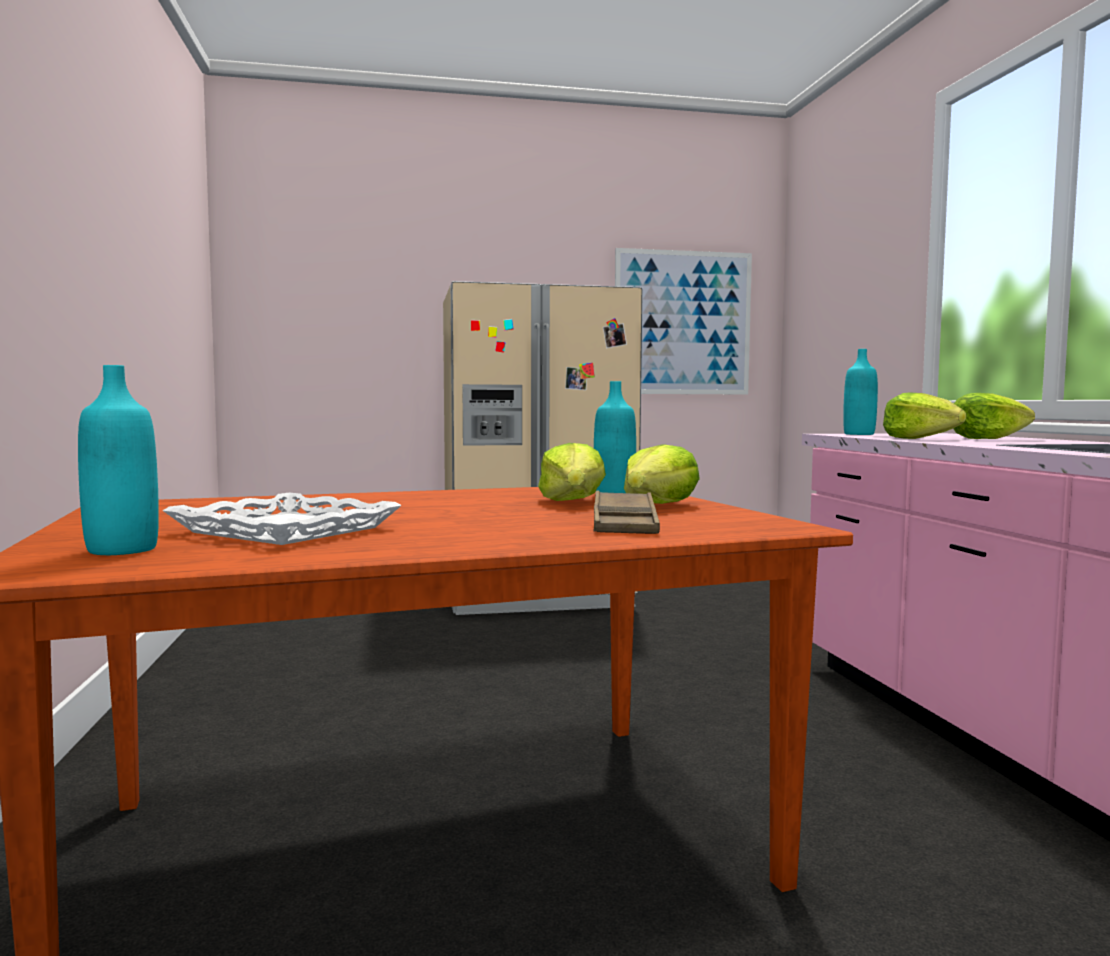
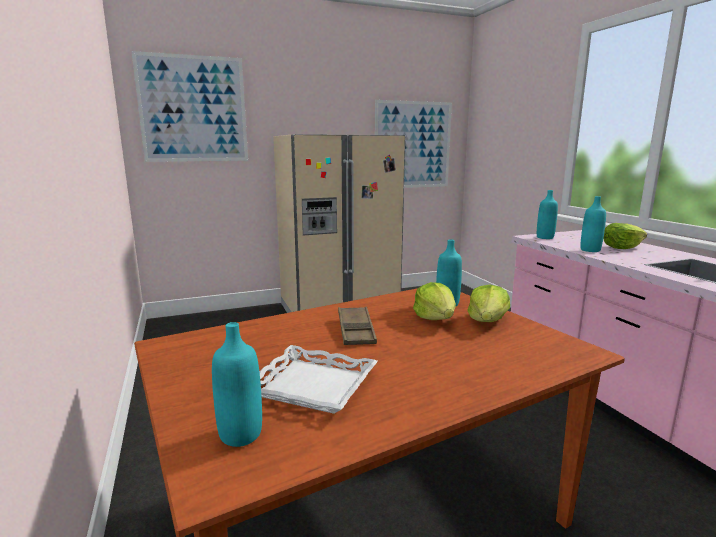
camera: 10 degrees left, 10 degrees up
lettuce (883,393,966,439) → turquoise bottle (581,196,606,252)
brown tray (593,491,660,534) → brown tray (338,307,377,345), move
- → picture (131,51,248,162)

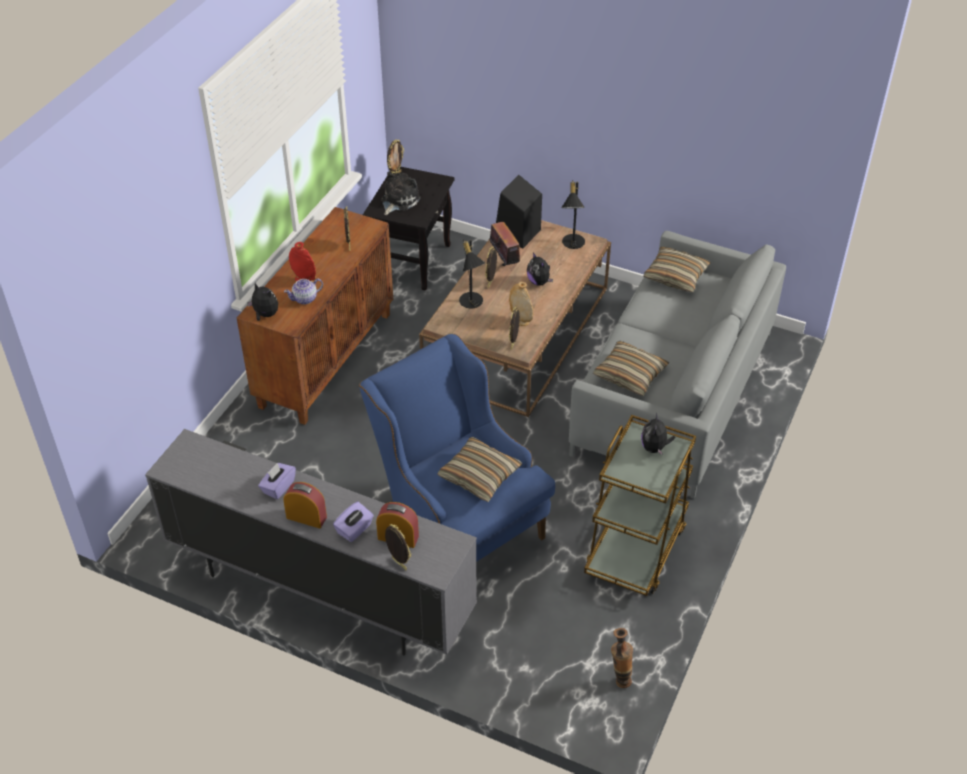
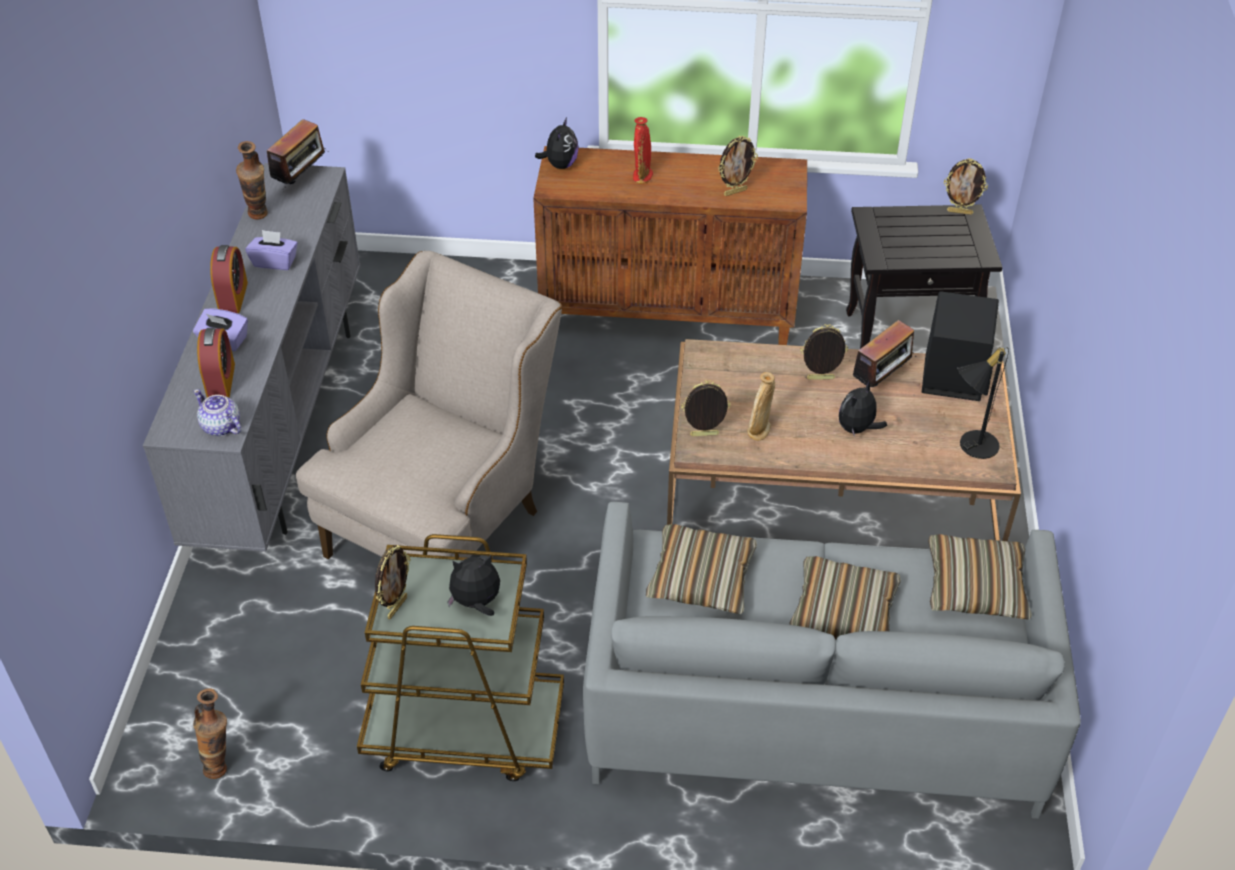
camera: 70 degrees right, 0 degrees up
plush toy (381,172,421,215) → -
black table lamp (459,240,486,309) → -
teapot (284,278,323,304) → teapot (193,389,241,436), move
blue armchair (359,334,555,562) → beige armchair (296,251,562,559)
pillow (437,437,522,502) → pillow (789,556,901,640), move
picture frame (385,524,411,570) → picture frame (375,545,411,619), move
- → radio (260,119,329,188)
- → vase (236,141,268,219)

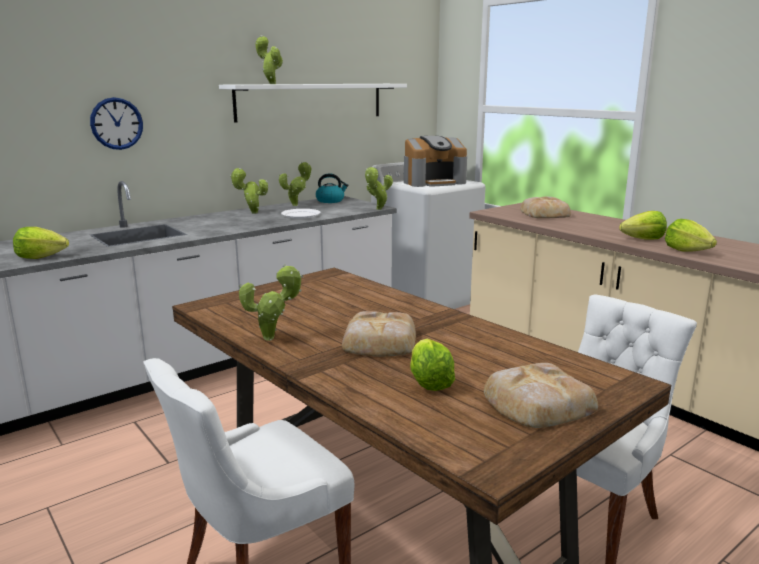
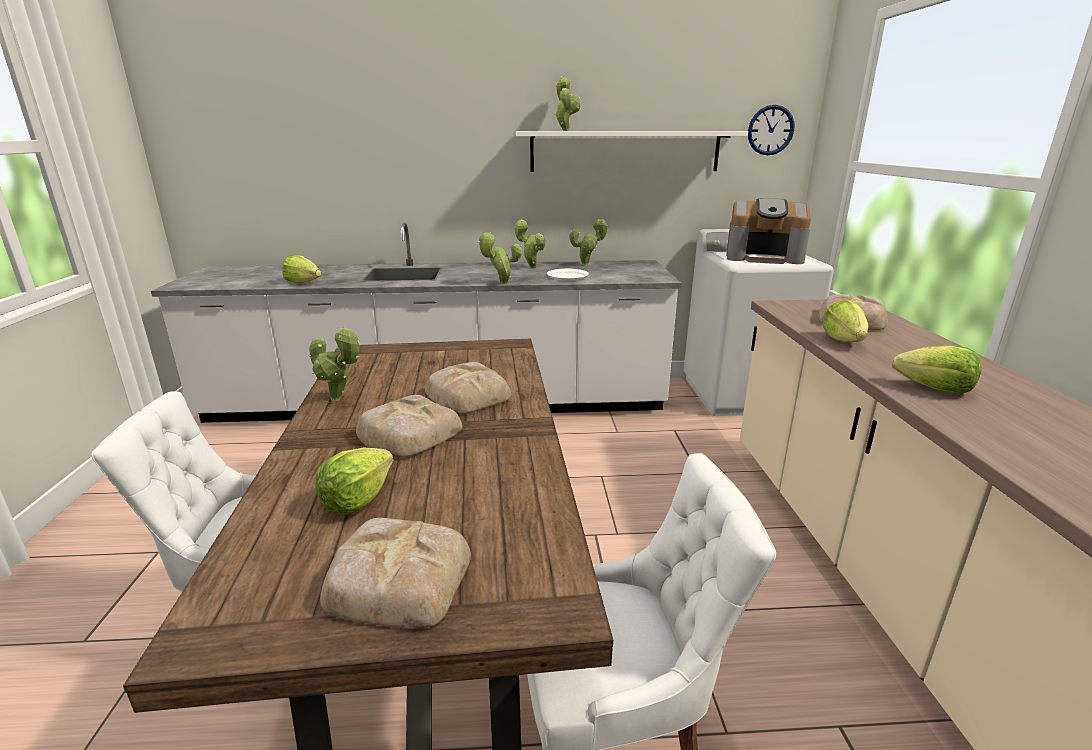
camera: 35 degrees right, 5 degrees up
wall clock (90,97,143,150) → wall clock (748,105,794,155), move
potted plant (365,167,393,210) → potted plant (478,232,522,284), move
kettle (316,173,348,203) → -
lettuce (665,219,717,252) → lettuce (822,300,869,342), move
- → bread (425,362,511,414)

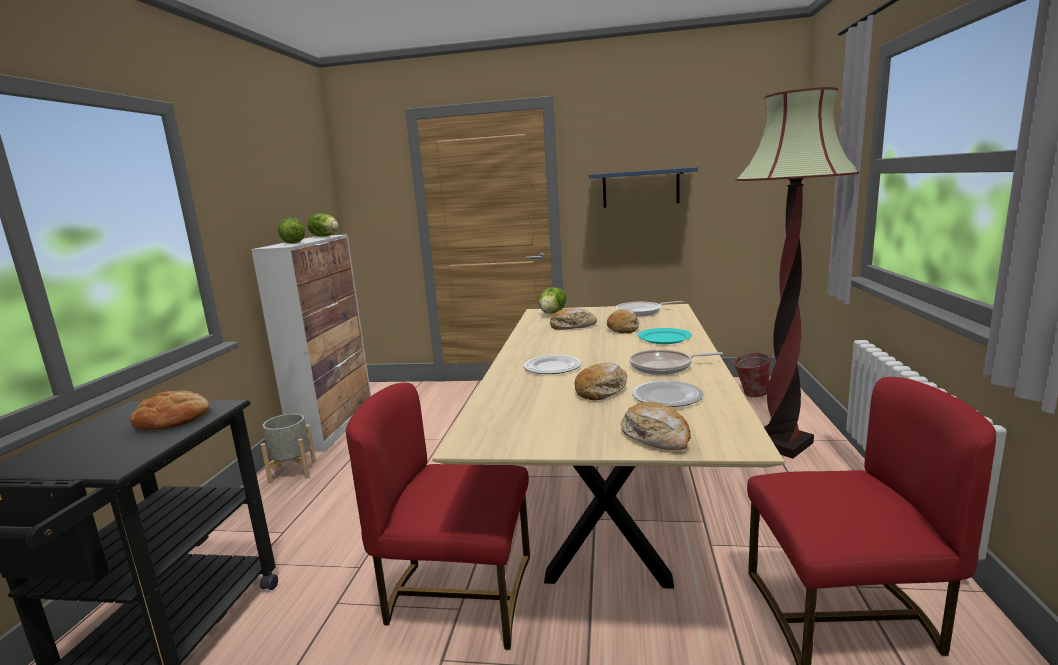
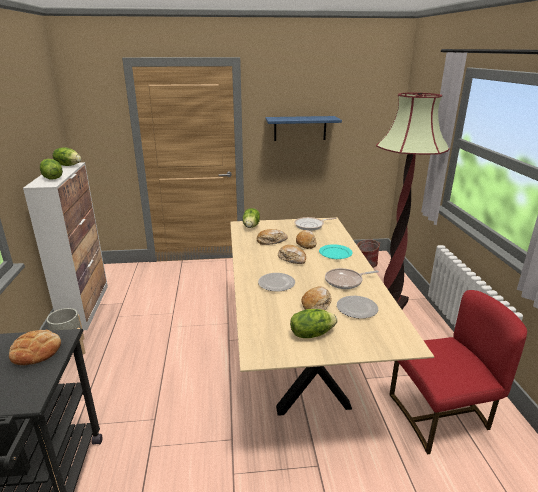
camera: 15 degrees left, 10 degrees up
red chair (346,383,530,650) → -
bread (621,402,691,450) → bread (278,245,306,264), move
- → lettuce (290,309,337,338)

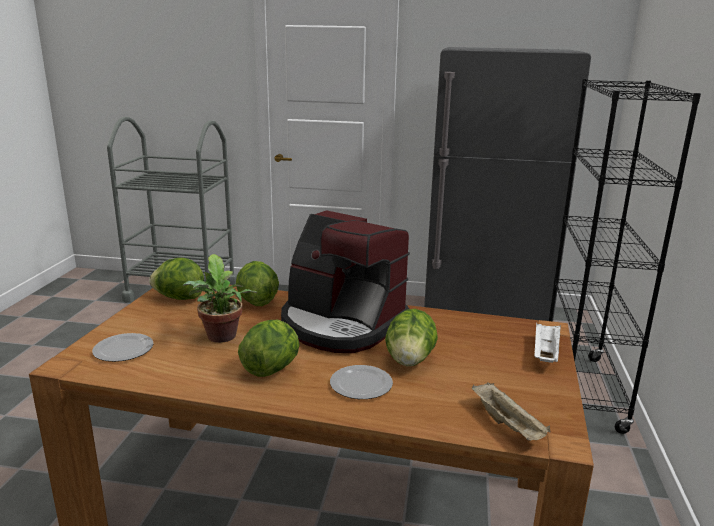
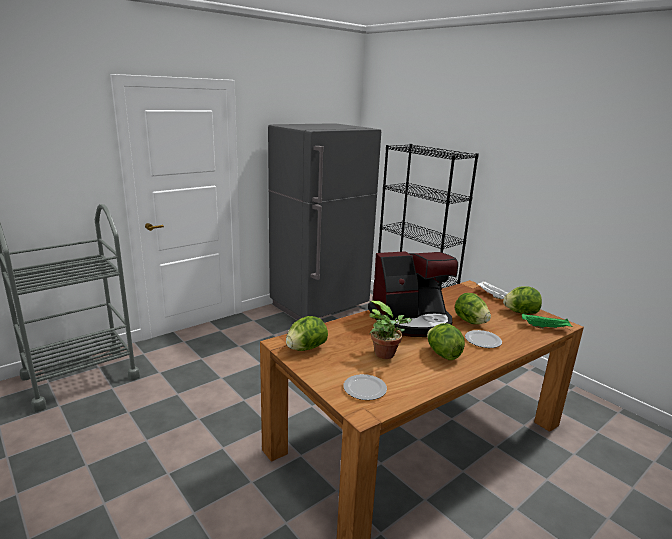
camera: 50 degrees left, 0 degrees up
lettuce (236,261,279,306) → lettuce (503,286,542,314), move
beige tray (471,382,550,441) → green tray (522,313,573,329)

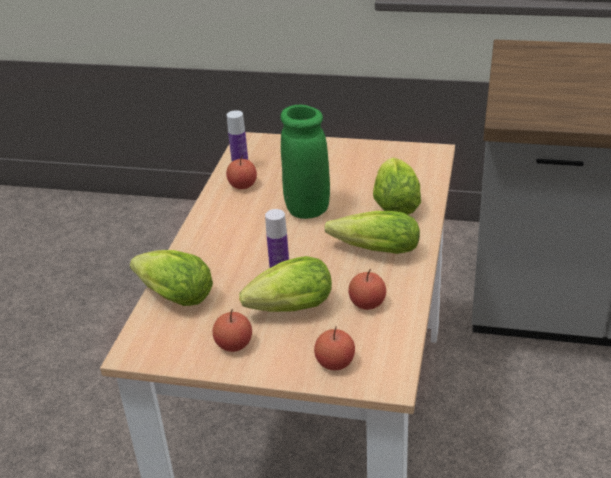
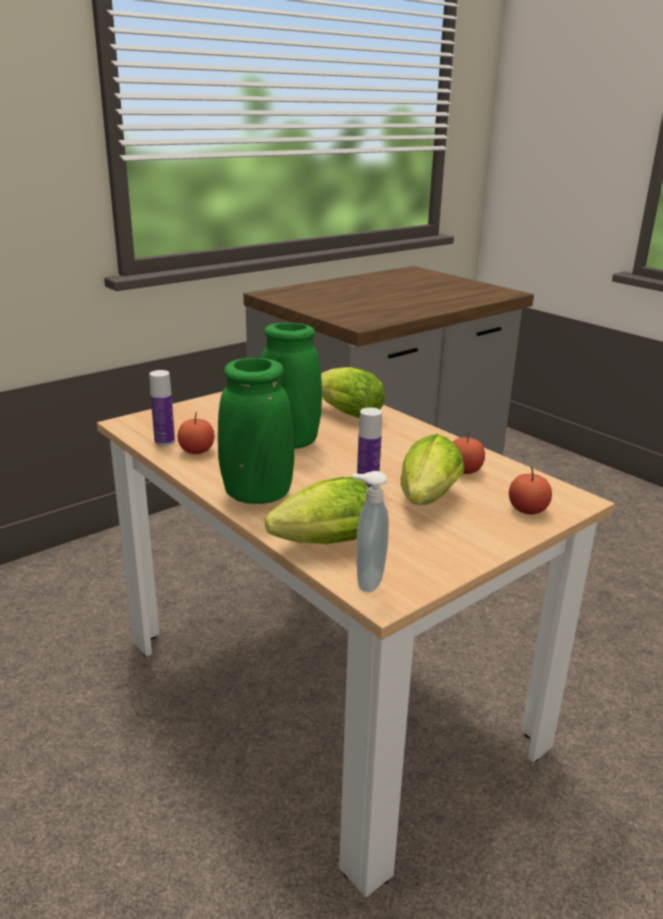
camera: 55 degrees left, 10 degrees down
lettuce (324,211,420,254) → -
apple (213,309,252,352) → -
- → green vase (218,358,294,504)
- → soap dispenser (353,471,389,592)

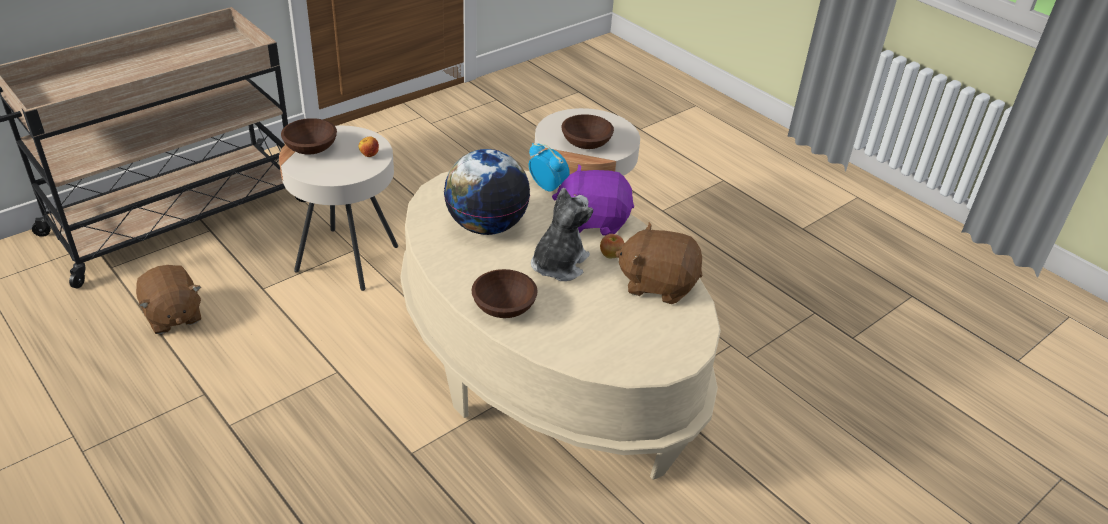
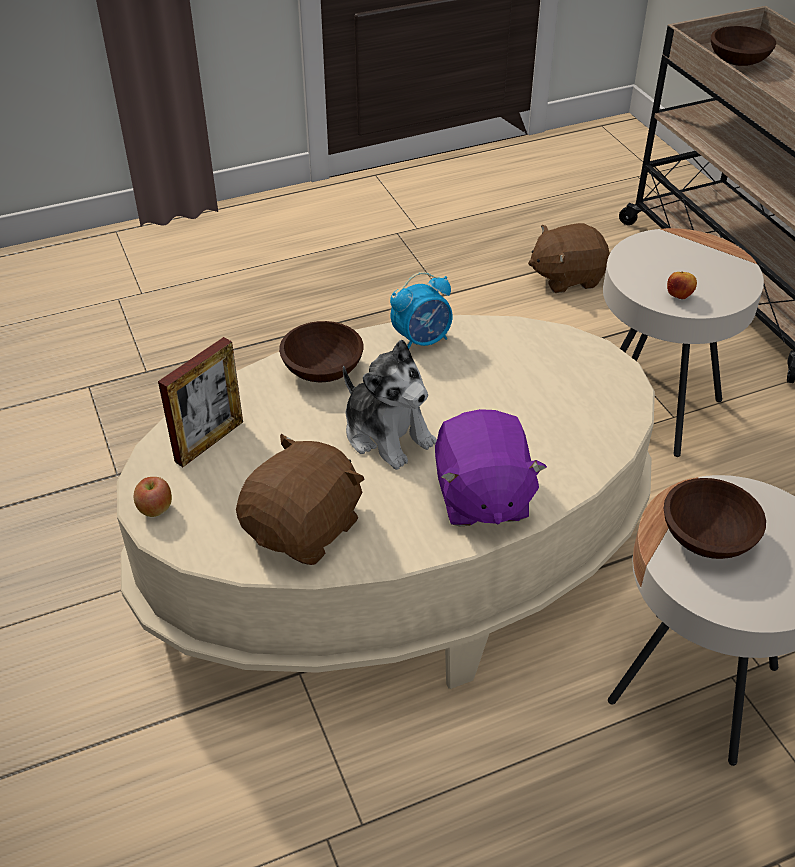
camera: 110 degrees right, 5 degrees up
brown bowl (281,118,337,154) → brown bowl (711,26,776,66), move
alarm clock (529,143,570,191) → alarm clock (390,272,453,348), move
globe (444,149,530,235) → -
purple plush toy (552,164,634,236) → purple plush toy (435,409,547,527), 150 degrees clockwise
apple (600,234,624,259) → apple (134,477,172,517), move
- → picture frame (158,337,243,467)

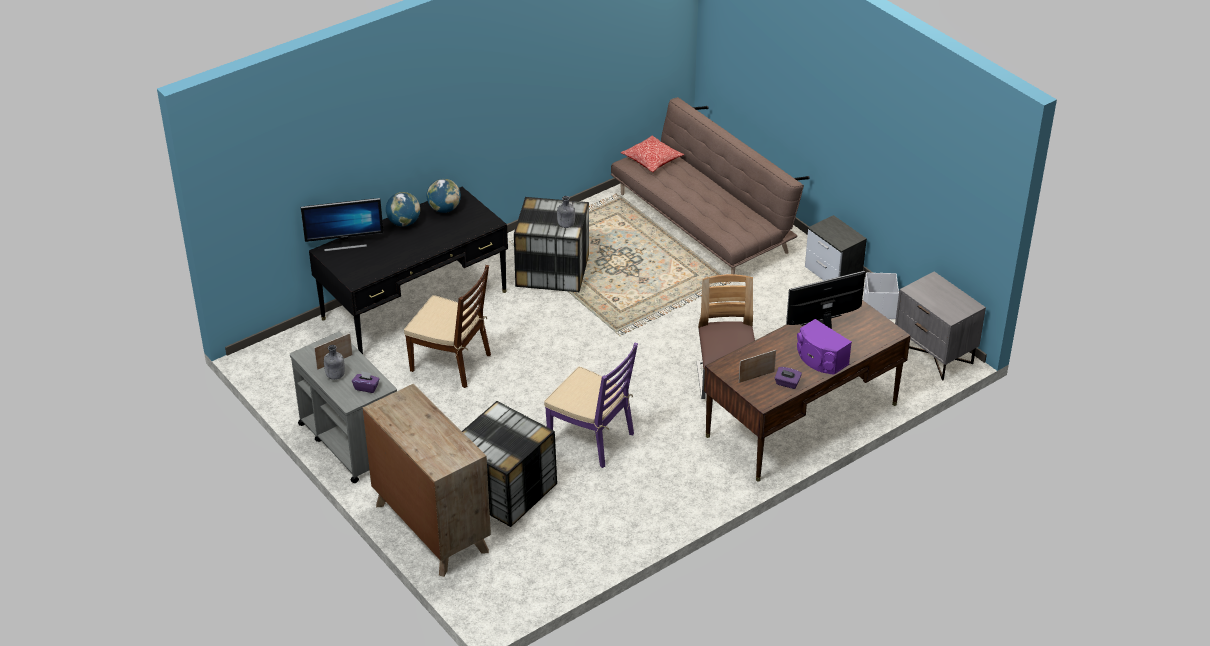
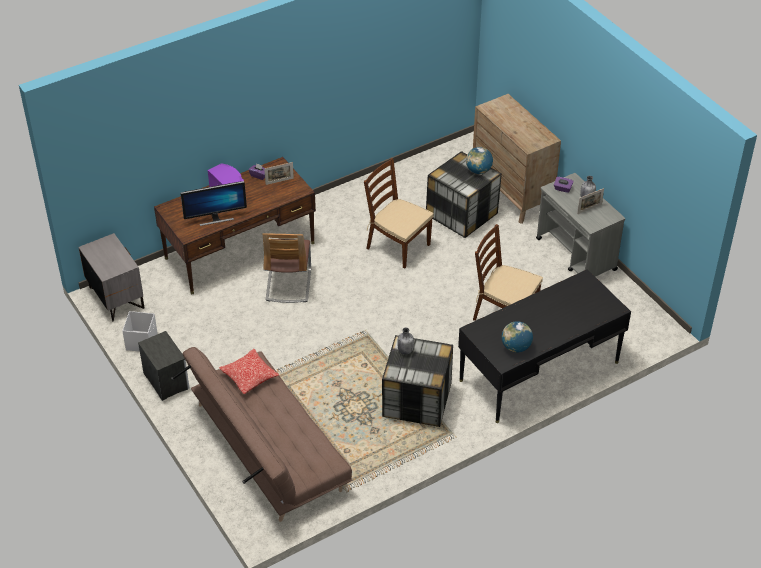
camera: 175 degrees left, 5 degrees up
pillow (621,136,684,172) → pillow (219,349,279,394), move
globe (386,192,420,227) → globe (466,147,493,174), move
monitor (301,198,384,251) → -
purple chair (544,342,638,468) → brown chair (364,158,433,269)

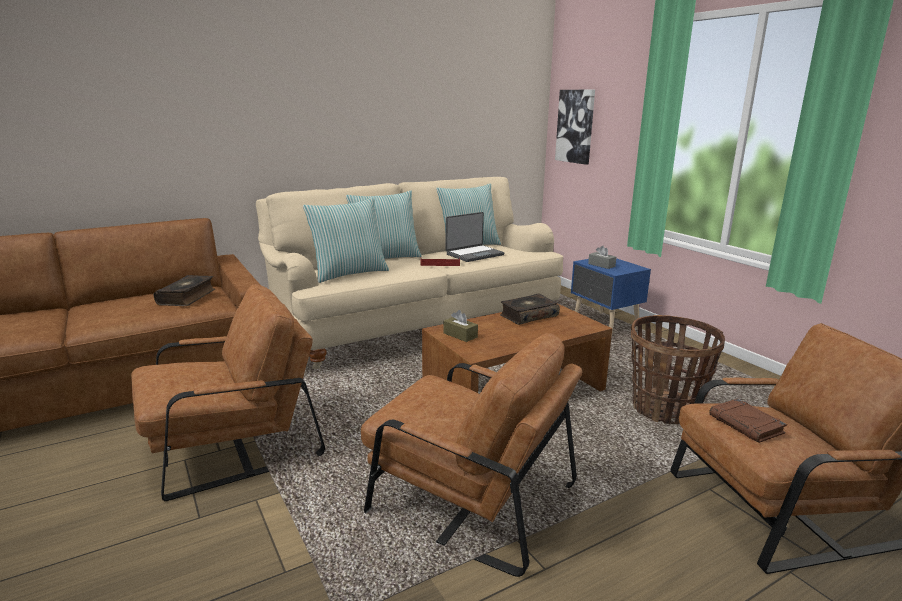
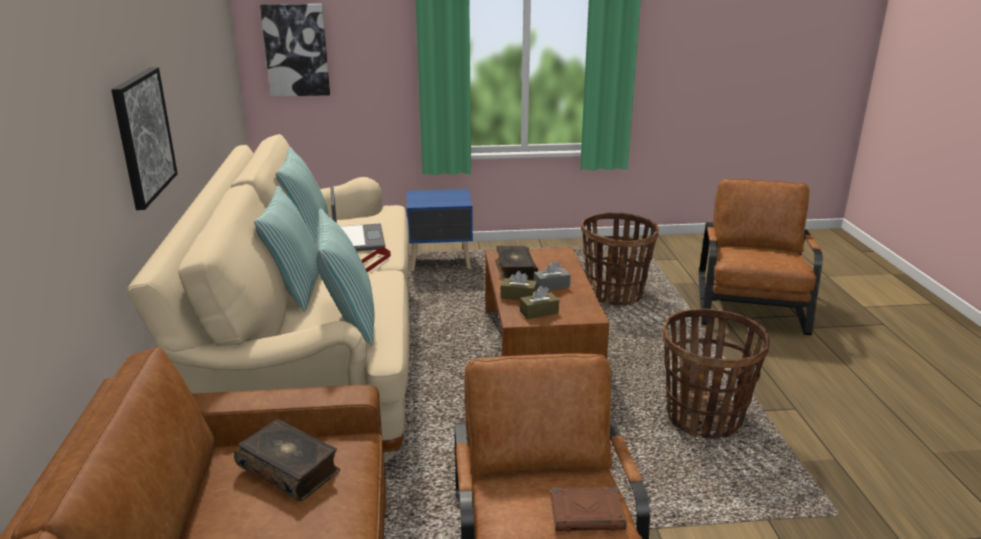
camera: 65 degrees left, 5 degrees up
grey tissue box (588,246,616,269) → grey tissue box (534,261,571,290), move
brown armchair (361,333,582,577) → basket (663,308,770,438)
brown book (709,399,787,443) → brown book (551,487,627,532), move
- → picture (111,67,178,210)
- → brown tissue box (501,271,537,300)

